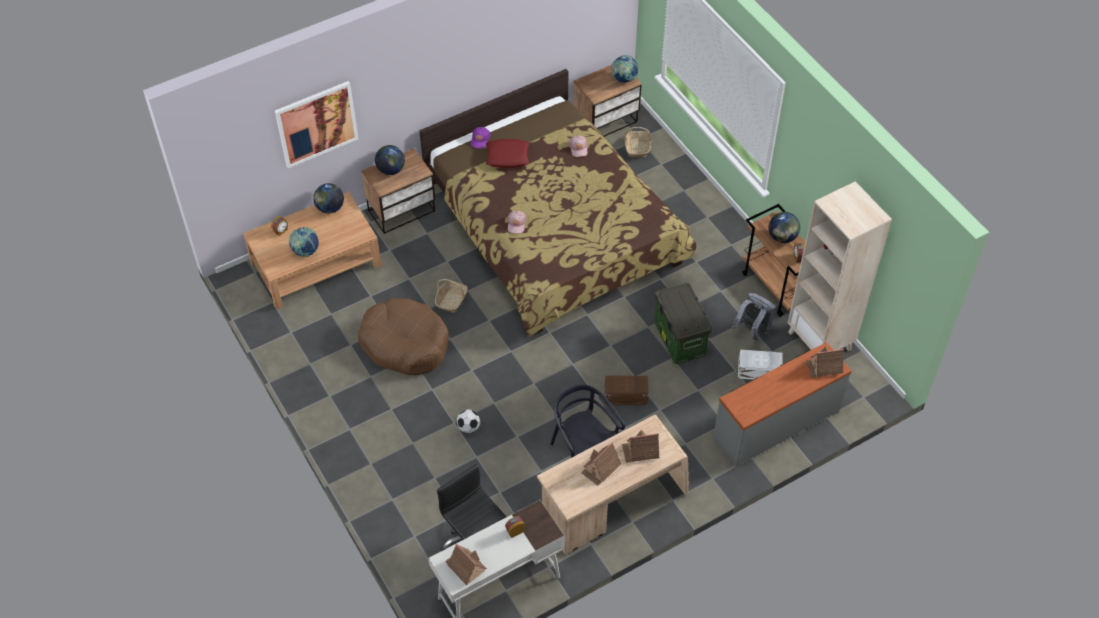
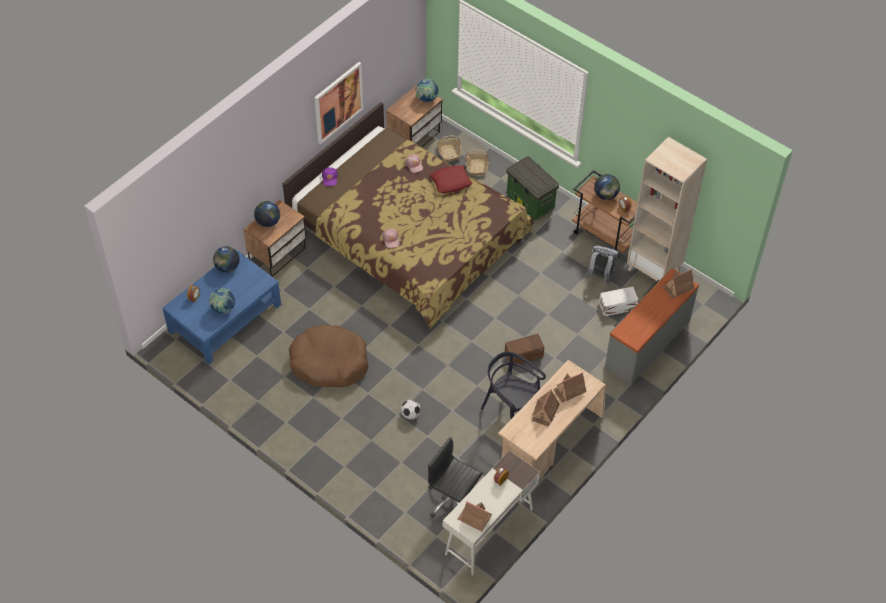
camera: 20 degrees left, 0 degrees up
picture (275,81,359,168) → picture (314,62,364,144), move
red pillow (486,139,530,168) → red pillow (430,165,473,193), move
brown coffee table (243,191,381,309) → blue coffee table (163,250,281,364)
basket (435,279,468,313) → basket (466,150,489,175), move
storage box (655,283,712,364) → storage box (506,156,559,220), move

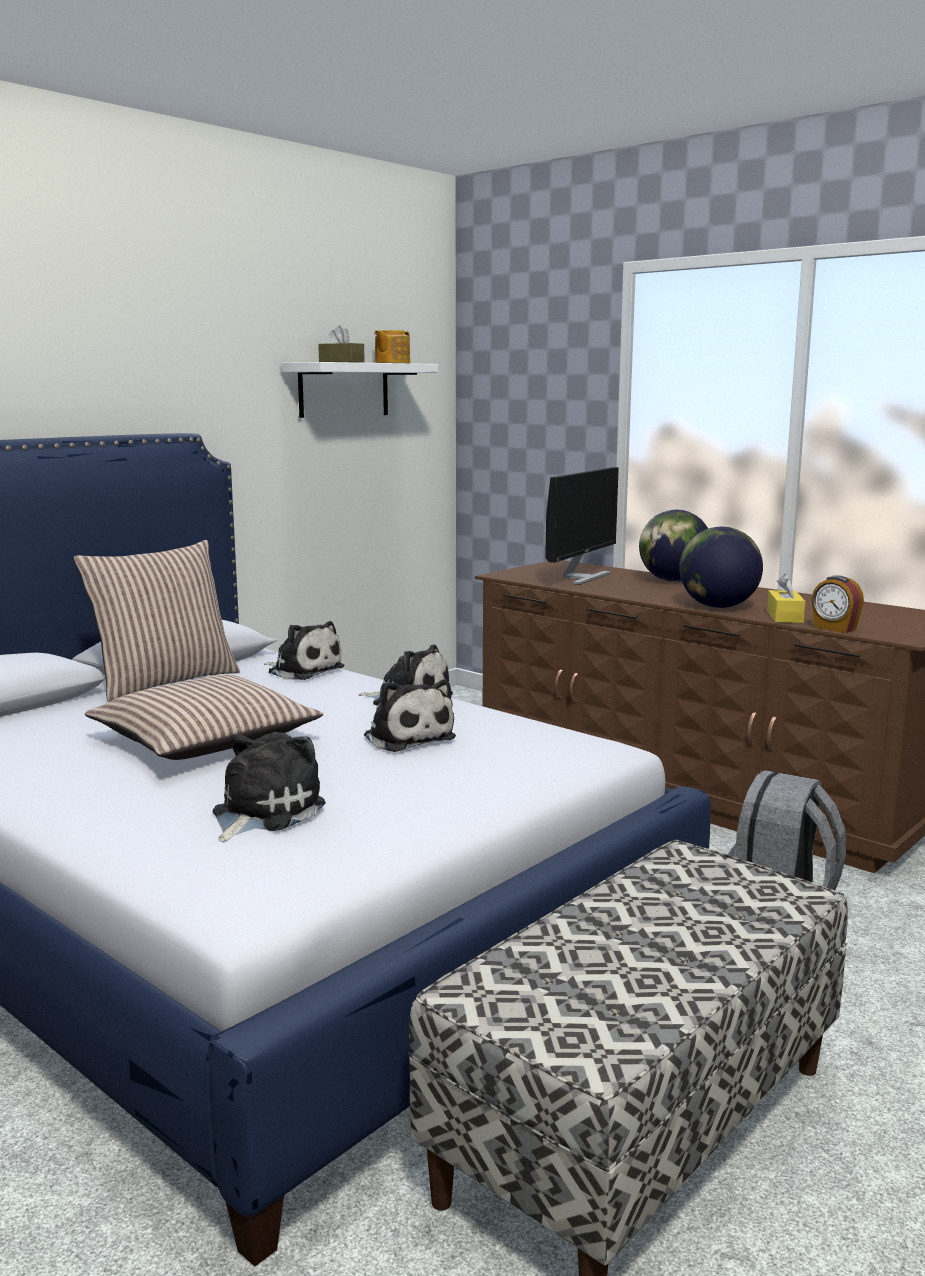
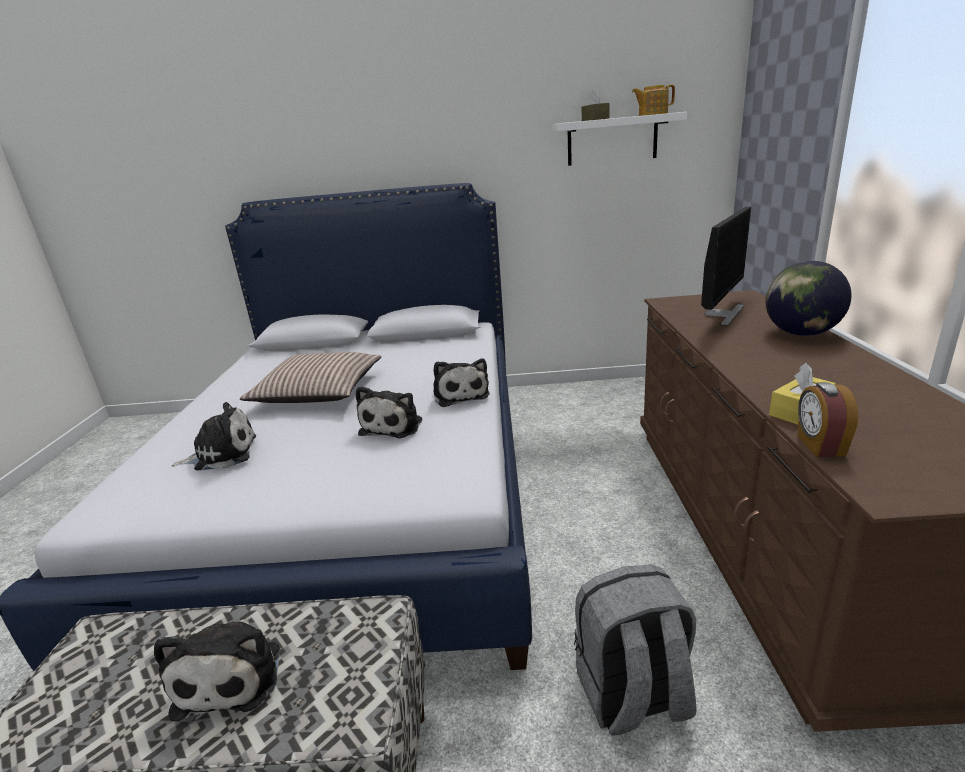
camera: 50 degrees right, 10 degrees up
monitor (545,467,619,585) → monitor (701,207,751,326), 45 degrees counterclockwise
globe (679,527,763,608) → -
pillow (73,540,240,702) → -
plush toy (264,621,344,680) → plush toy (154,619,280,721), move

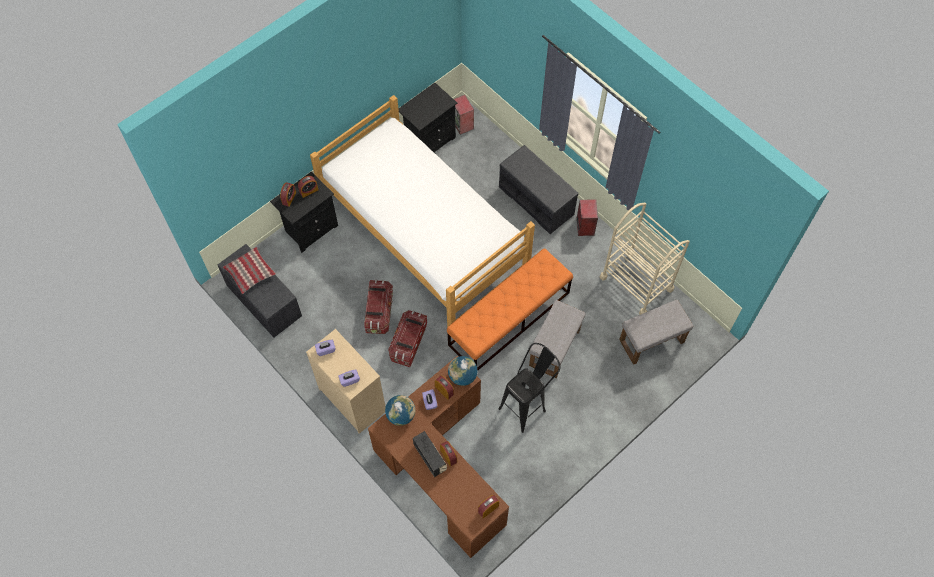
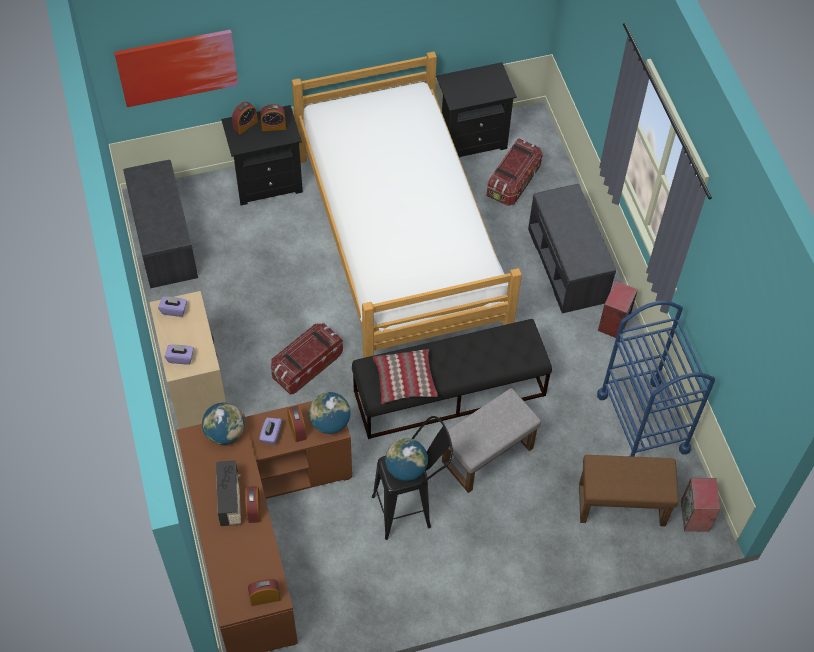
camera: 25 degrees right, 5 degrees down
speaker (454,95,474,135) → speaker (681,478,720,531), move
beige cart (600,203,690,315) → blue cart (597,300,715,457)
pillow (223,247,276,294) → pillow (373,349,438,404), move
orange bench (447,248,573,371) → black bench (352,319,552,439)
storage box (365,280,393,334) → storage box (487,139,543,206), move
grey ottoman (619,300,693,365) → brown ottoman (579,455,679,527)
- → picture (114,29,238,107)
- → globe (385,438,428,481)

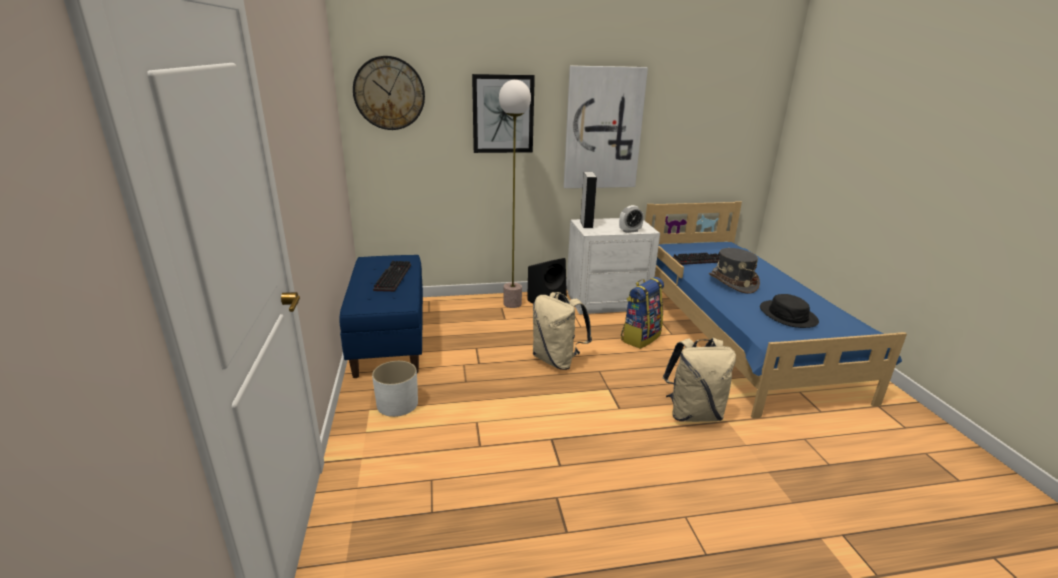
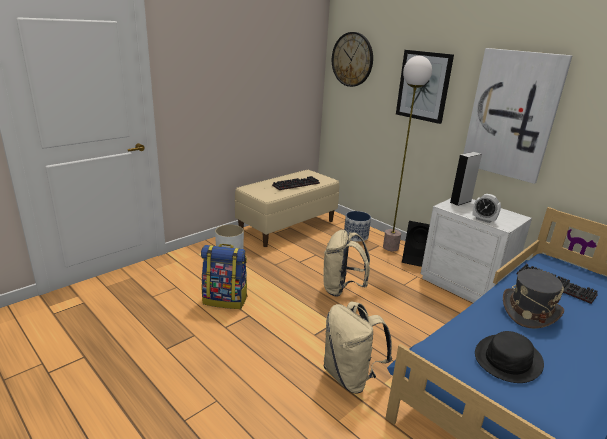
camera: 55 degrees right, 0 degrees up
blue bench (339,255,423,378) → beige bench (235,170,339,247)
backpack (621,277,664,349) → backpack (201,244,248,309), move
- → planter (344,211,371,242)

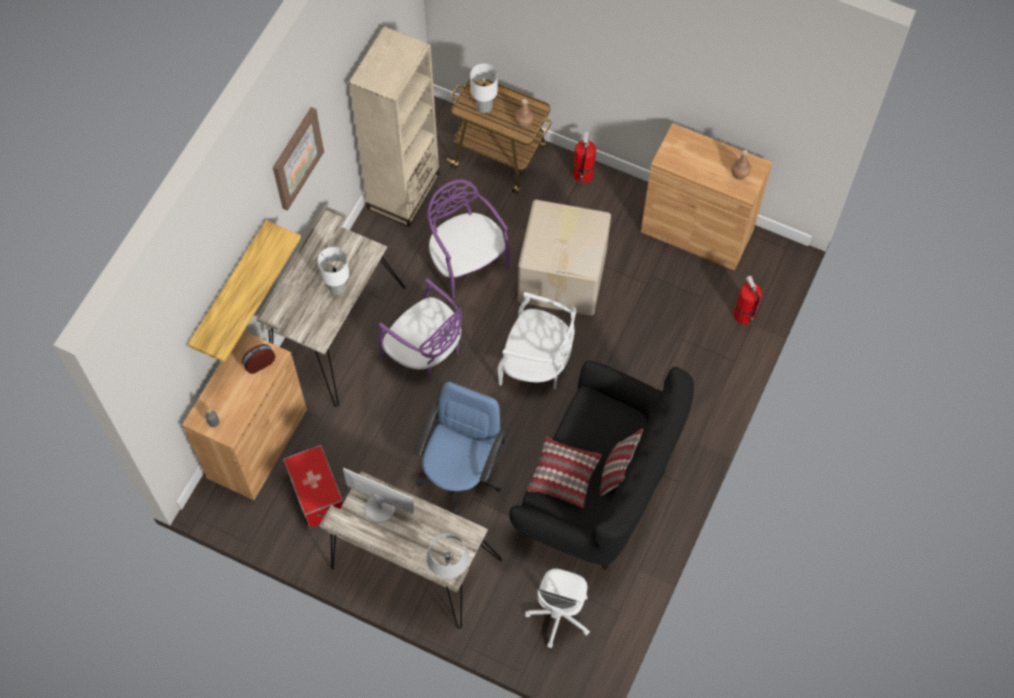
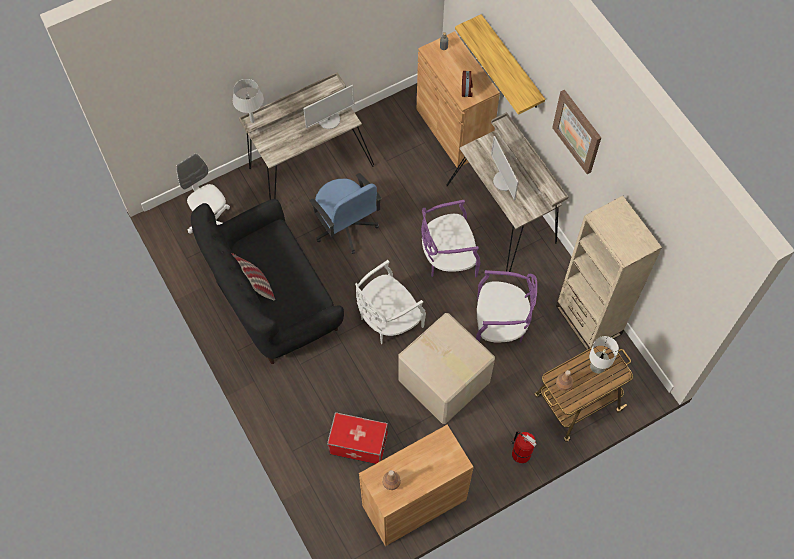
camera: 125 degrees right, 0 degrees up
white table lamp (318,247,349,295) → monitor (491,136,519,200)
fire extinguisher (734,276,762,325) → -
pillow (527,436,602,508) → -
storage box (283,445,344,529) → storage box (327,412,388,464), move

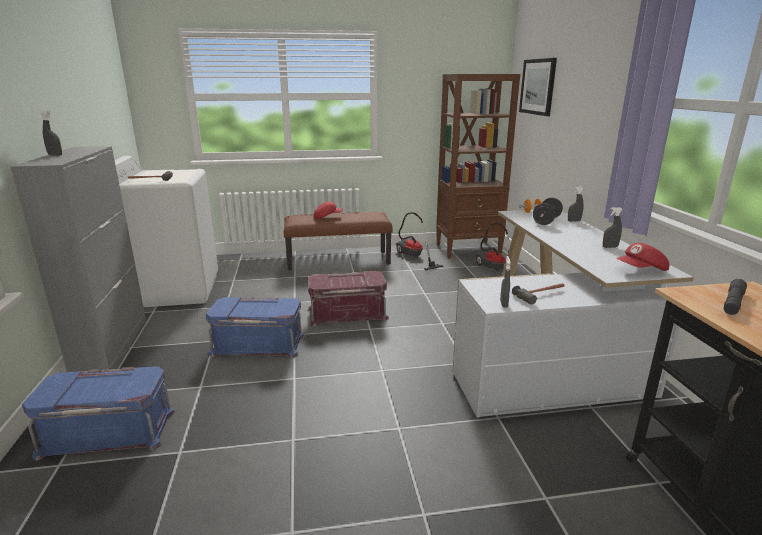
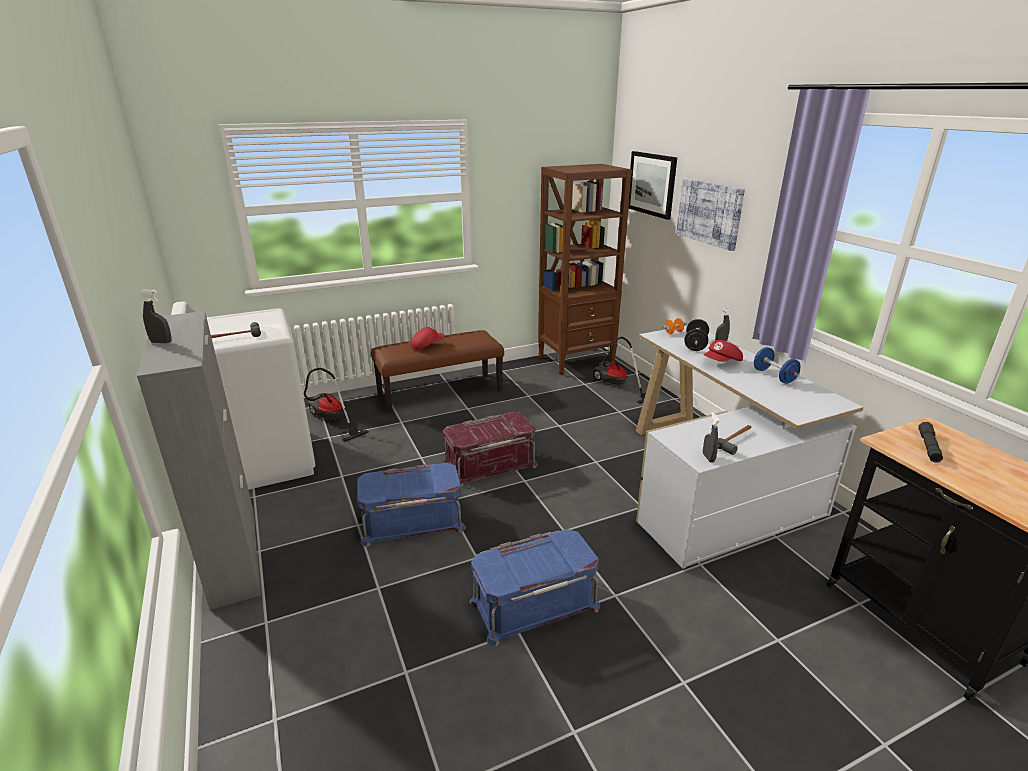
camera: 15 degrees left, 5 degrees up
grey spray bottle (603,207,623,248) → blue dumbbell (754,347,800,384)
vacuum cleaner (396,212,444,270) → vacuum cleaner (304,368,369,442), move
red cap (617,243,669,271) → red cap (704,340,743,362), move
blue storage box (22,366,176,461) → blue storage box (469,529,600,646), move
- → picture (676,178,745,251)

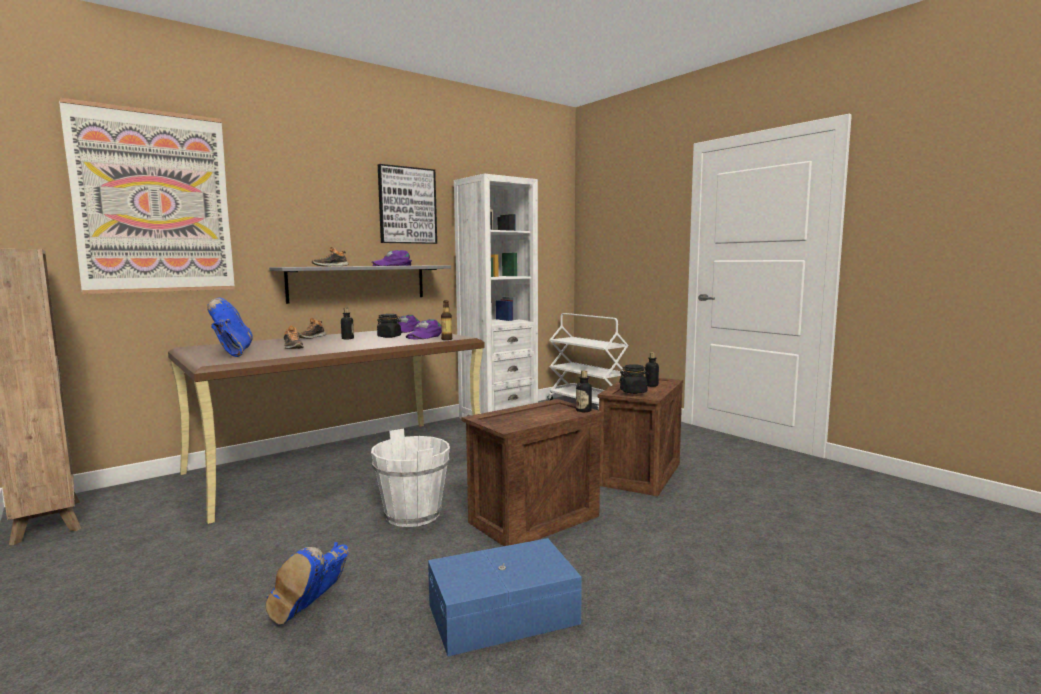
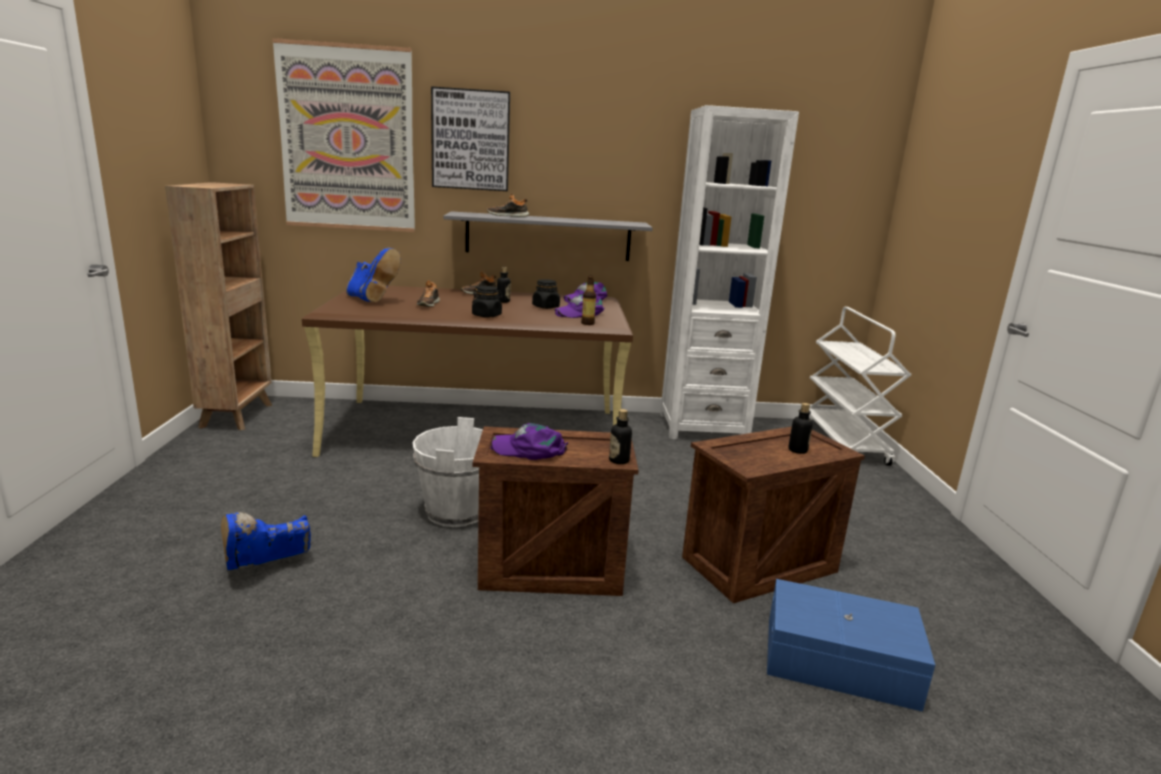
camera: 35 degrees right, 10 degrees up
picture (378,164,437,244) → picture (431,86,510,191), move
purple cap (372,250,412,266) → purple cap (490,423,568,460), move
blue boot (207,298,253,357) → blue boot (346,248,401,302), 120 degrees clockwise
black jar (619,364,649,394) → black jar (472,286,503,317), move
blue storage box (428,538,582,656) → blue storage box (767,579,935,712), move

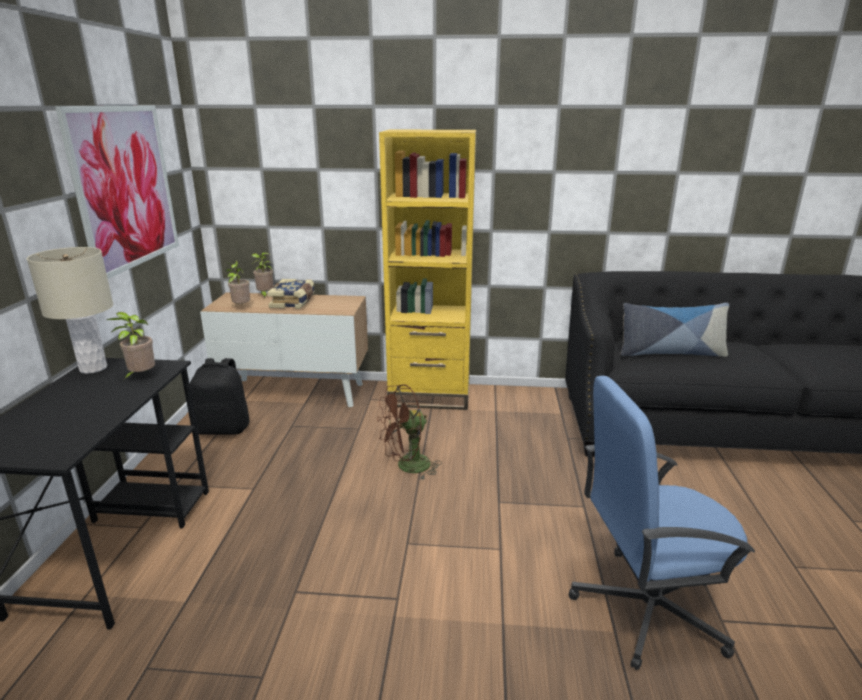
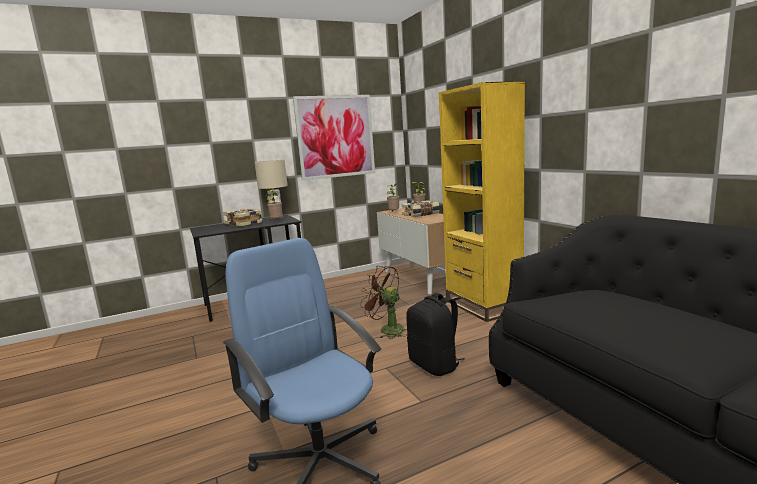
camera: 60 degrees right, 10 degrees down
pillow (620,303,729,357) → -
black backpack (189,358,250,434) → black backpack (406,293,465,376), move
- → book (223,209,262,227)

